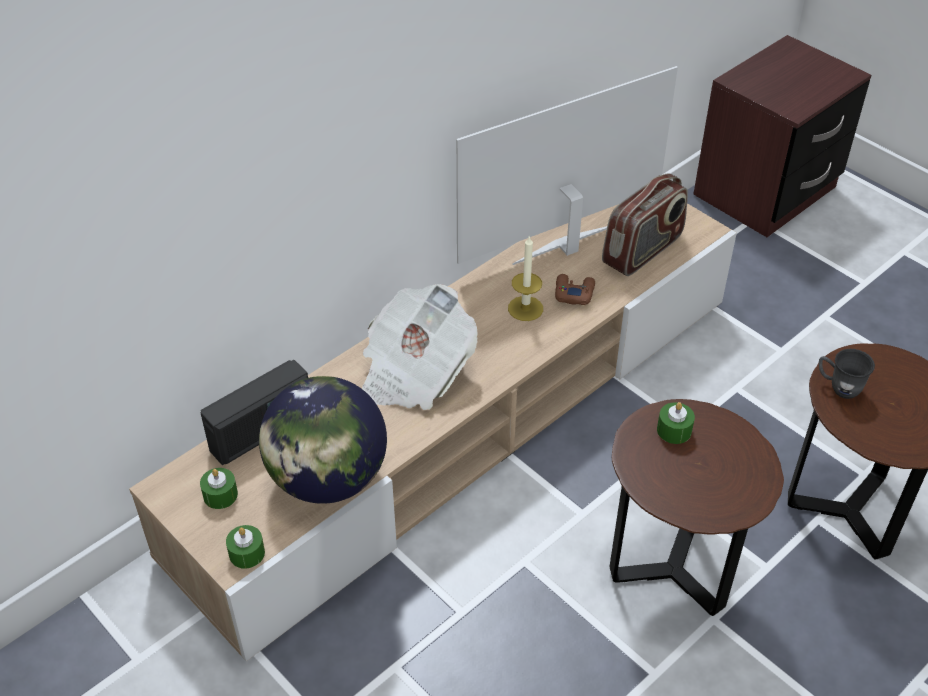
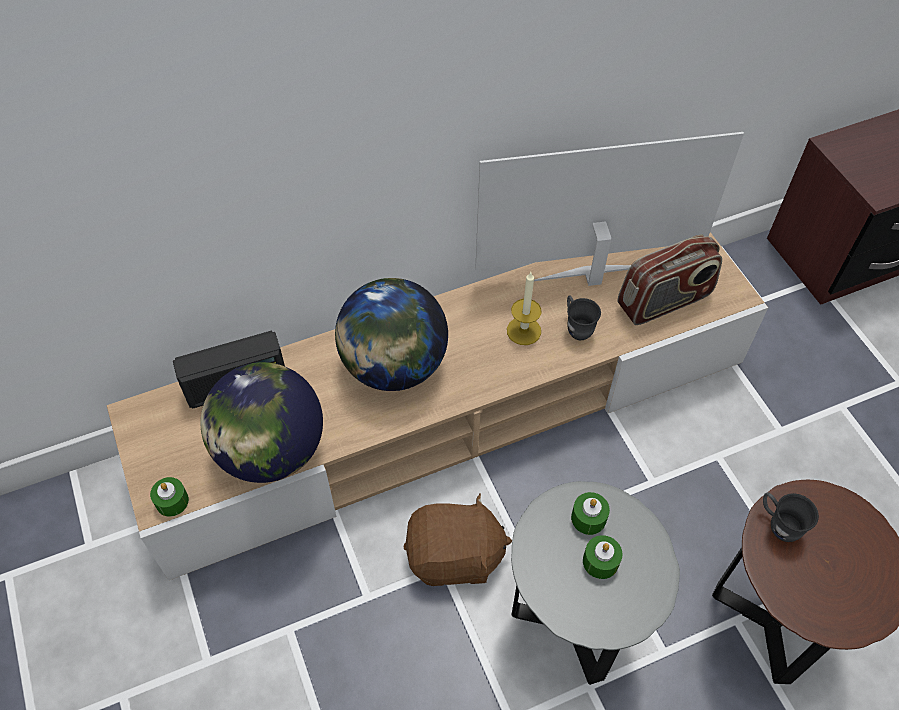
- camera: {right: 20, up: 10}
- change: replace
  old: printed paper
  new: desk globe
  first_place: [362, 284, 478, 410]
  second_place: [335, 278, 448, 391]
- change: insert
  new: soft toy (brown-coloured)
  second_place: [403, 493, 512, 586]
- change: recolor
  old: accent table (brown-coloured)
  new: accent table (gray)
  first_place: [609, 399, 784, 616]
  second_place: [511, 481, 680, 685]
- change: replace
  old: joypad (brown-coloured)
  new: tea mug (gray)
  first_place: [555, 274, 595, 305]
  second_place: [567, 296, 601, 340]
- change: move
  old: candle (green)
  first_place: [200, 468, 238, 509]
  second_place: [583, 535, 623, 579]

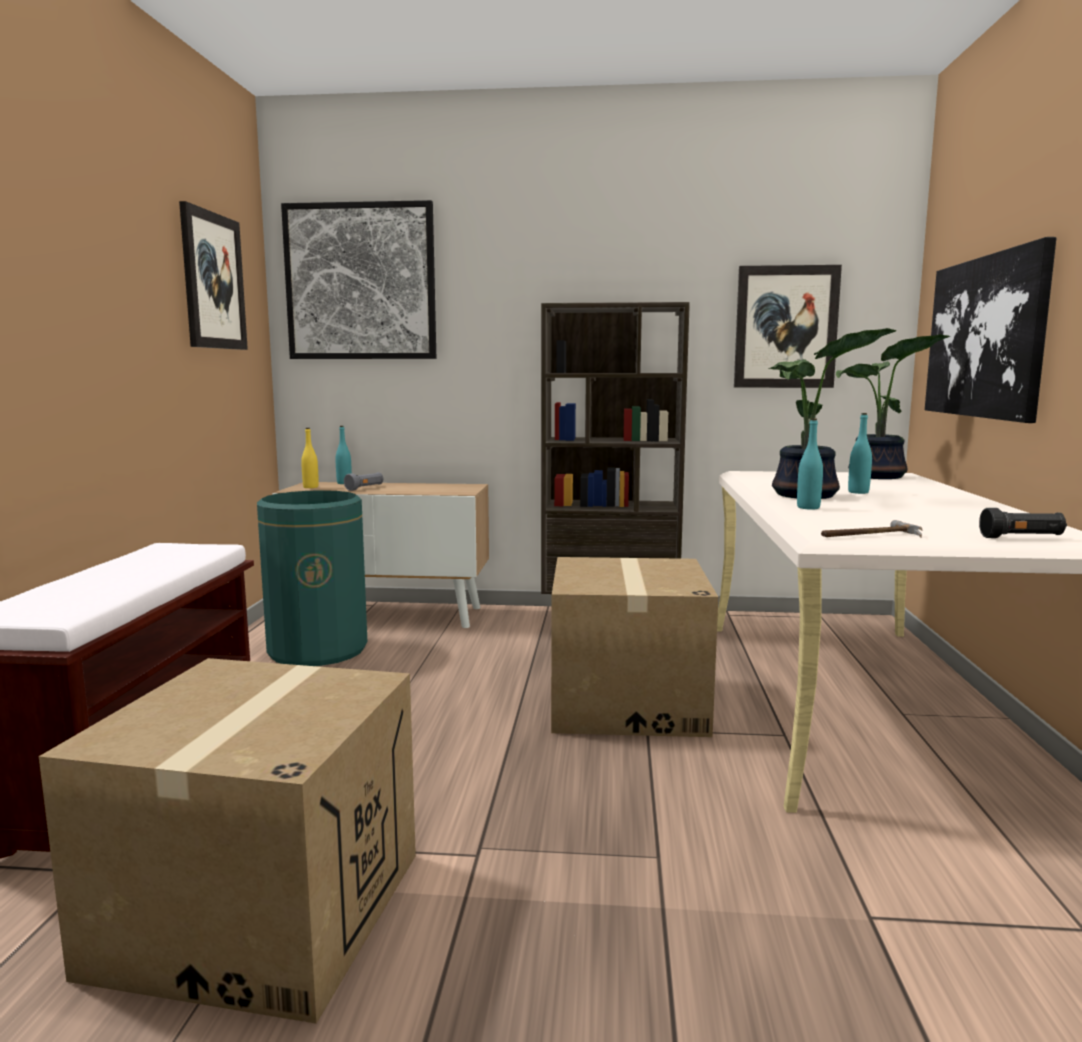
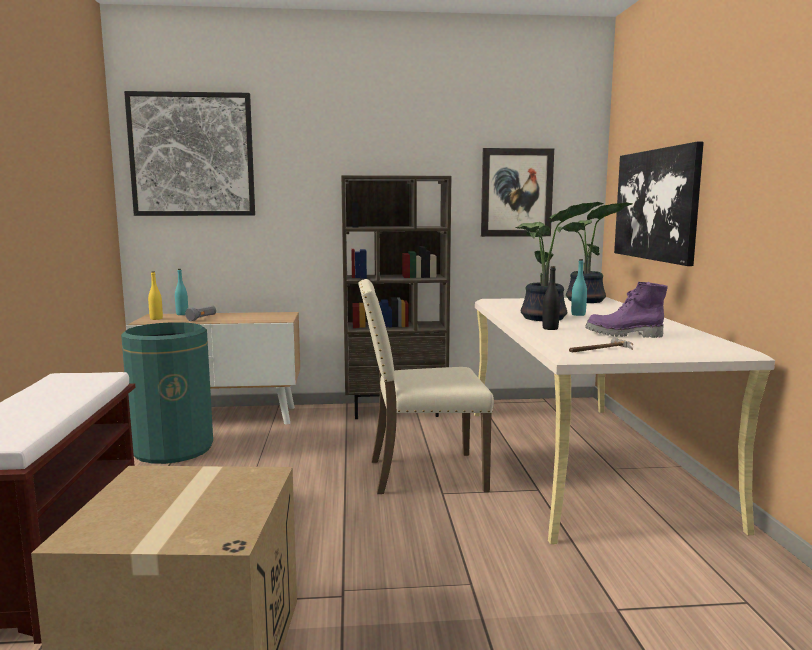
- camera: {right: -10, up: 0}
- change: replace
  old: cardboard box
  new: upright chair (sand-coloured)
  first_place: [551, 557, 718, 737]
  second_place: [358, 279, 494, 494]
- change: recolor
  old: bottle (blue-green)
  new: bottle (blackish)
  first_place: [797, 418, 823, 509]
  second_place: [542, 266, 560, 330]
- change: insert
  new: high-top boot (purple-coloured)
  second_place: [585, 281, 668, 338]
- change: delete
  old: wall picture
  first_place: [179, 201, 248, 350]
- change: delete
  old: flashlight (blackish)
  first_place: [979, 508, 1067, 538]

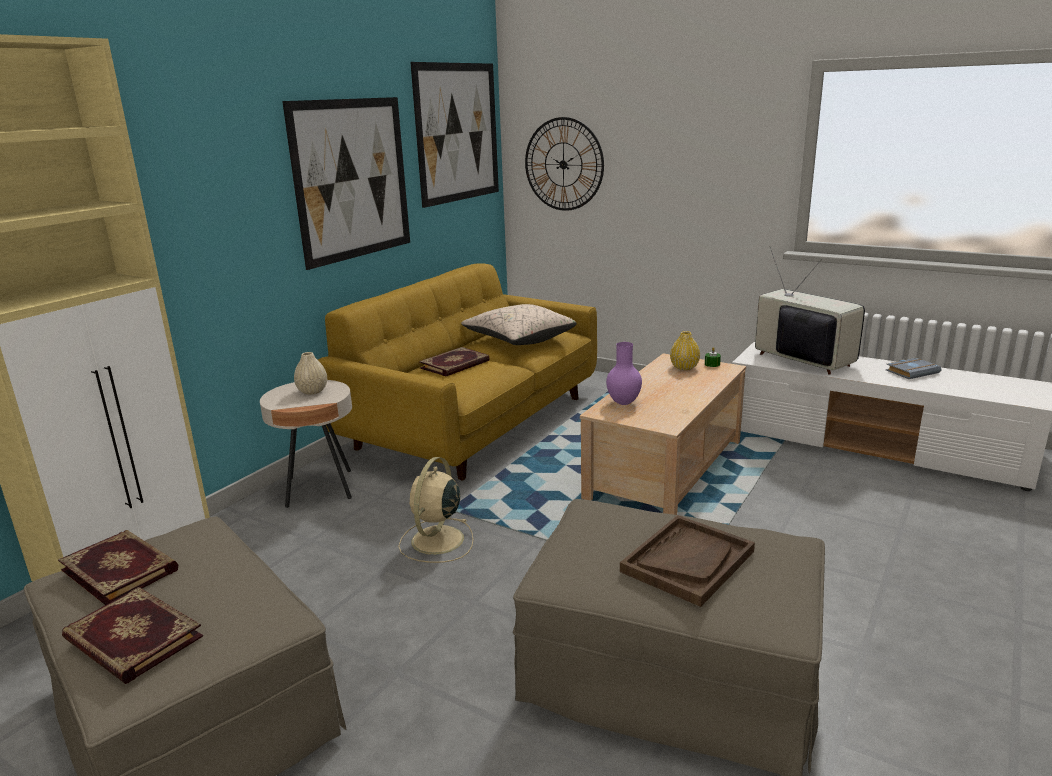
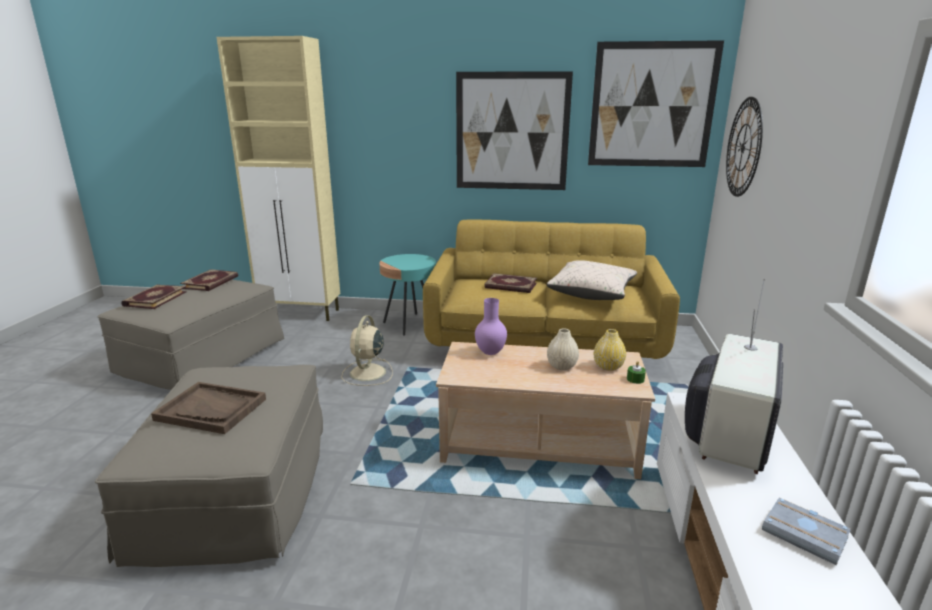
- camera: {right: 65, up: 0}
- change: rotate
  old: fan (sand-coloured)
  first_place: [398, 457, 473, 563]
  second_place: [341, 315, 393, 386]
  degrees: -75
- change: recolor
  old: accent table (sand-coloured)
  new: accent table (blue-green)
  first_place: [260, 380, 352, 508]
  second_place: [379, 254, 436, 336]
- change: move
  old: decorative vase (sand-coloured)
  first_place: [294, 352, 327, 395]
  second_place: [547, 328, 579, 370]

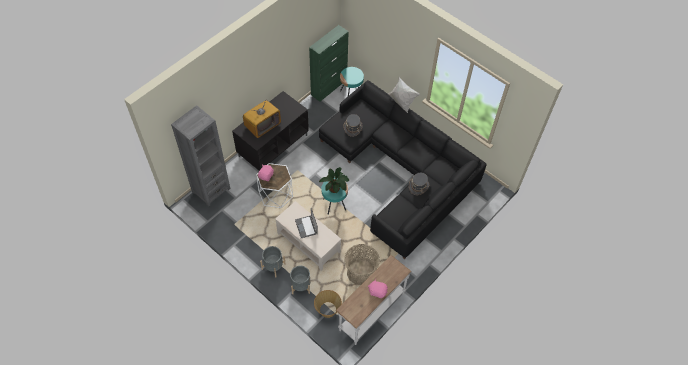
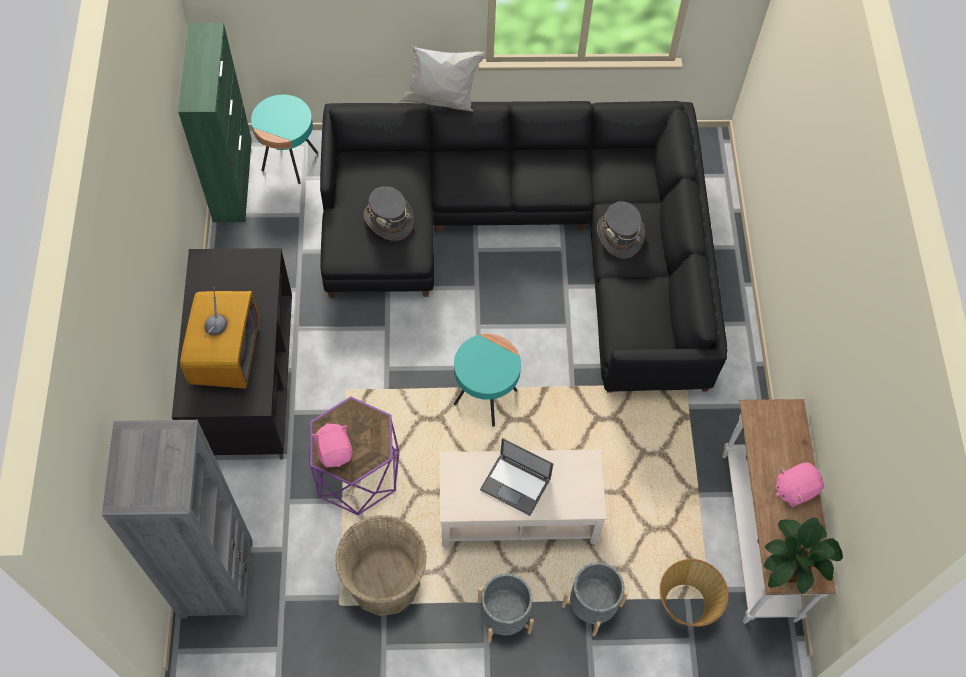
- camera: {right: -45, up: 5}
- change: recolor
  old: accent table (whitish)
  new: accent table (purple-coloured)
  first_place: [256, 163, 293, 208]
  second_place: [309, 396, 399, 515]
- change: move
  old: basket
  first_place: [344, 244, 380, 285]
  second_place: [335, 515, 427, 616]
- change: move
  old: houseplant
  first_place: [319, 167, 349, 193]
  second_place: [764, 517, 843, 594]

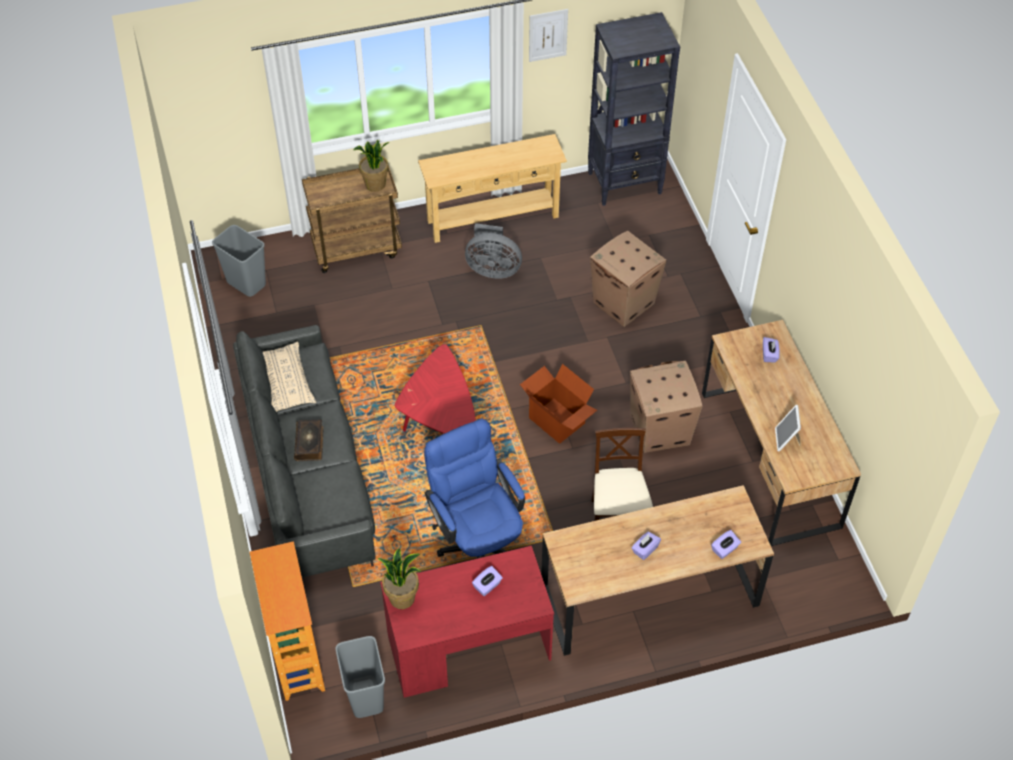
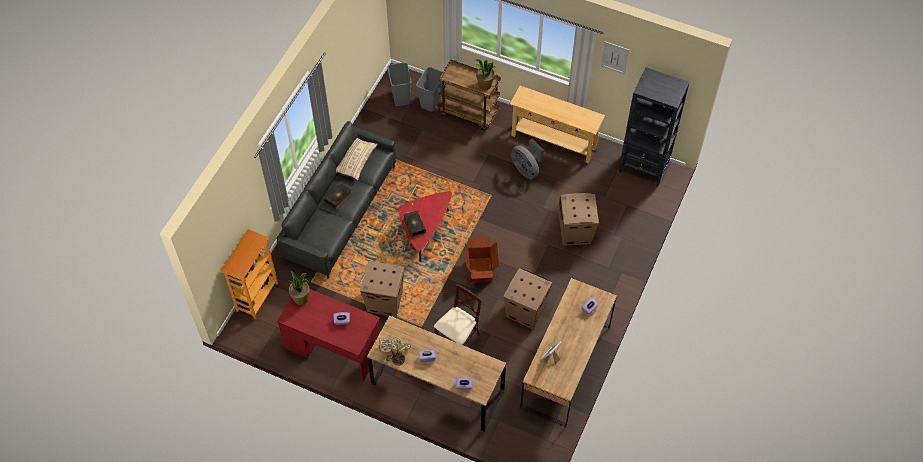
- camera: {right: 40, up: 5}
- change: replace
  old: desk chair (blue)
  new: cardboard box
  first_place: [424, 418, 525, 559]
  second_place: [360, 261, 404, 317]
- change: insert
  new: houseplant
  second_place: [379, 337, 411, 366]
- change: insert
  new: book
  second_place: [404, 211, 426, 237]
- change: move
  old: trash can (gray)
  first_place: [336, 636, 385, 718]
  second_place: [416, 67, 443, 112]

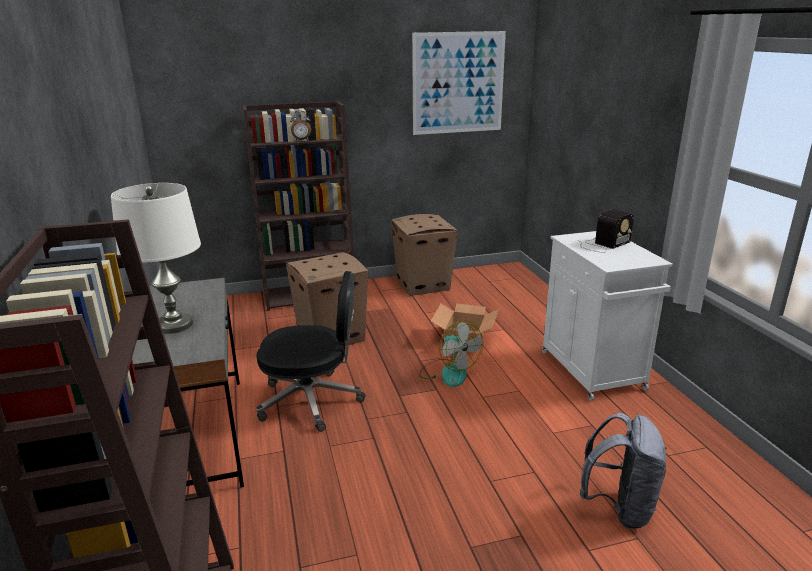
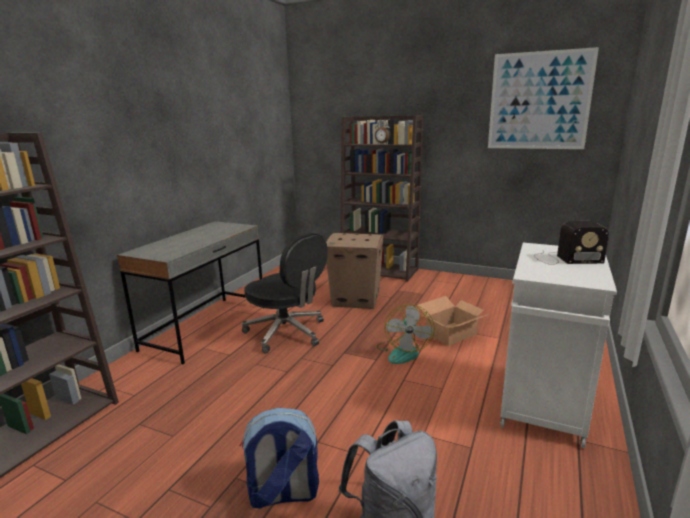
- camera: {right: 40, up: -5}
- change: insert
  new: backpack
  second_place: [240, 408, 319, 509]
- change: delete
  old: table lamp (whitish)
  first_place: [111, 183, 201, 334]
- change: delete
  old: cardboard box
  first_place: [391, 214, 458, 296]

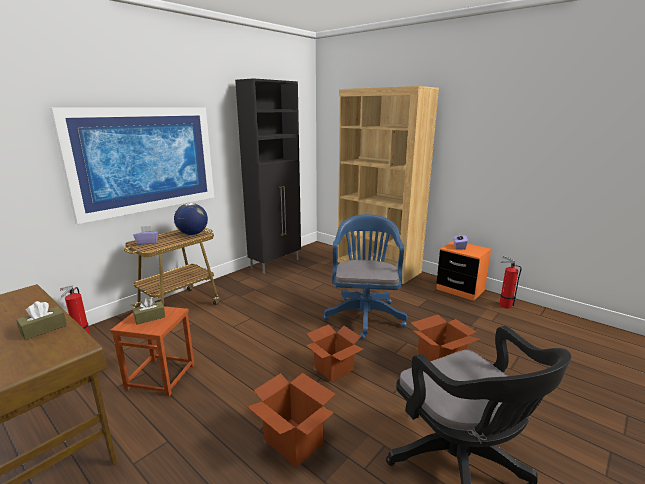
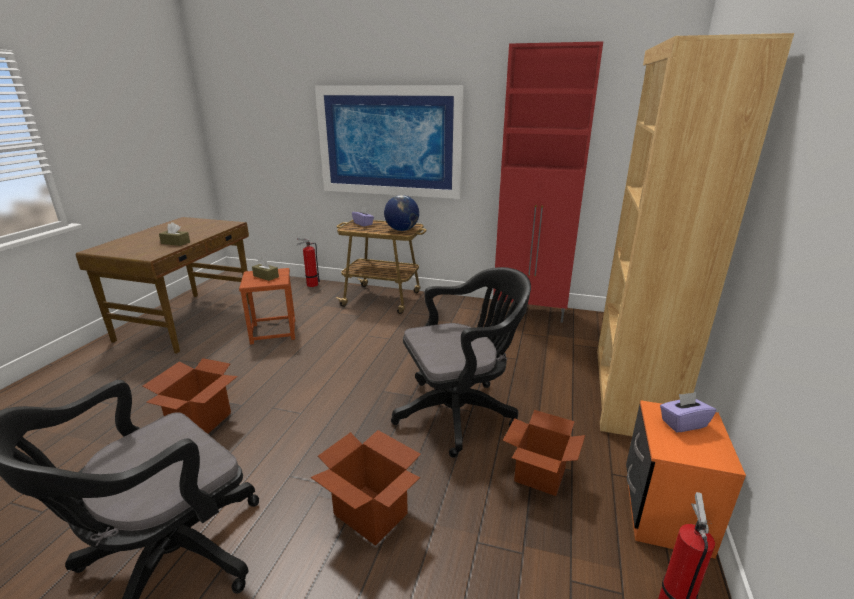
- camera: {right: 65, up: 5}
- change: recolor
  old: desk chair (blue)
  new: desk chair (blackish)
  first_place: [323, 214, 407, 340]
  second_place: [391, 267, 531, 458]
- change: recolor
  old: cupboard (blackish)
  new: cupboard (red)
  first_place: [235, 78, 301, 274]
  second_place: [493, 41, 603, 323]
- change: move
  old: cardboard box
  first_place: [306, 324, 363, 382]
  second_place: [503, 410, 585, 496]

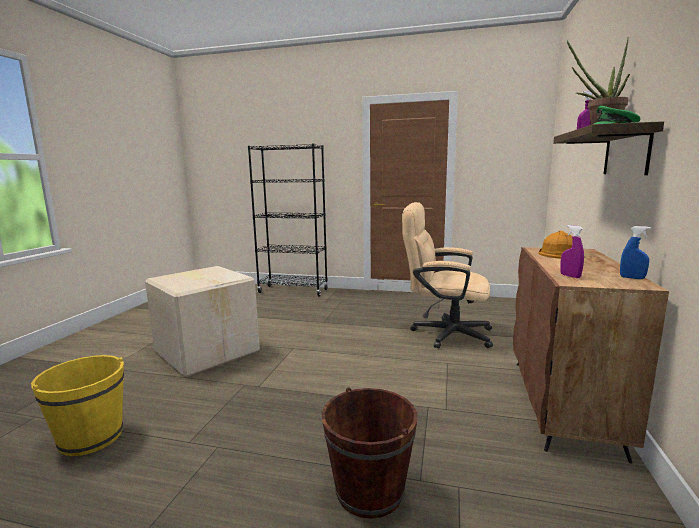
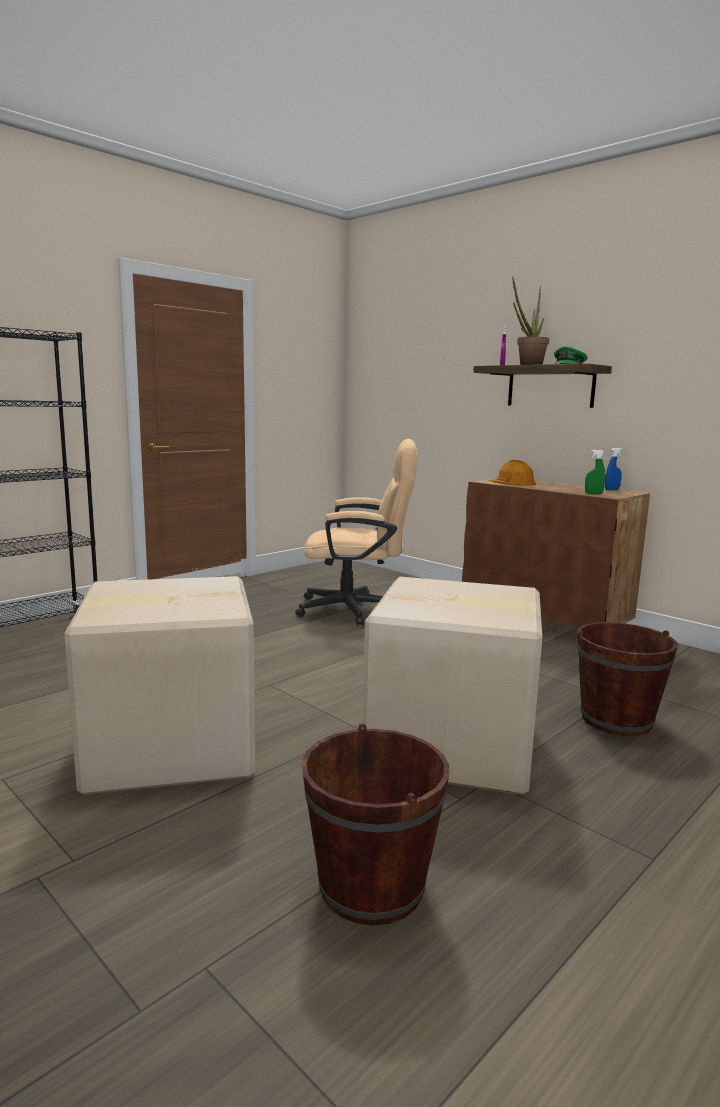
- camera: {right: -60, up: 0}
- change: rotate
  old: desk chair (sand-coloured)
  first_place: [402, 202, 493, 349]
  second_place: [295, 439, 417, 625]
  degrees: -135
- change: recolor
  old: bucket (yellow-coloured)
  new: bucket (brown-coloured)
  first_place: [31, 355, 124, 456]
  second_place: [301, 723, 449, 926]
- change: insert
  new: cardboard box
  second_place: [362, 577, 542, 795]
- change: recolor
  old: spray bottle (purple-coloured)
  new: spray bottle (green)
  first_place: [560, 225, 584, 278]
  second_place: [585, 449, 605, 494]

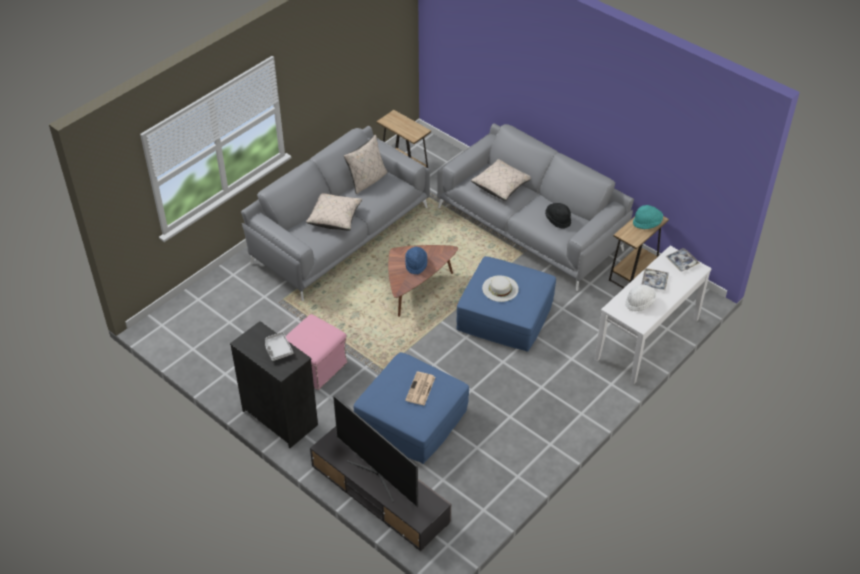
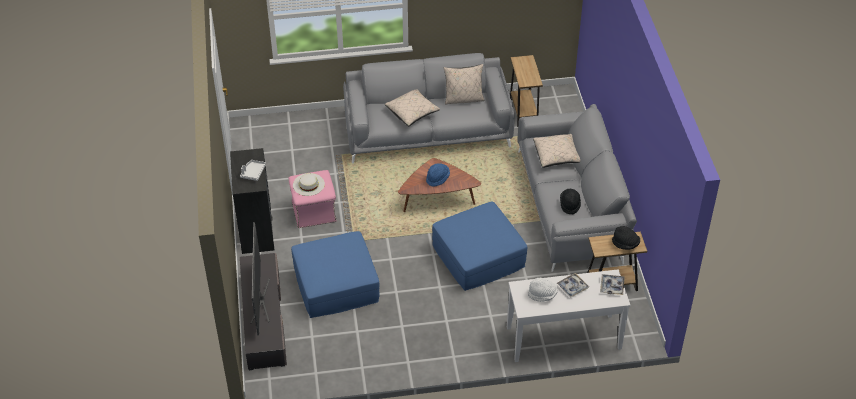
- camera: {right: 40, up: 0}
- change: move
  old: hat (whitish)
  first_place: [482, 276, 519, 302]
  second_place: [293, 173, 325, 196]
- change: recolor
  old: hat (blue-green)
  new: hat (blackish)
  first_place: [633, 205, 663, 229]
  second_place: [612, 226, 640, 250]
- change: delete
  old: printed paper
  first_place: [405, 372, 435, 406]

